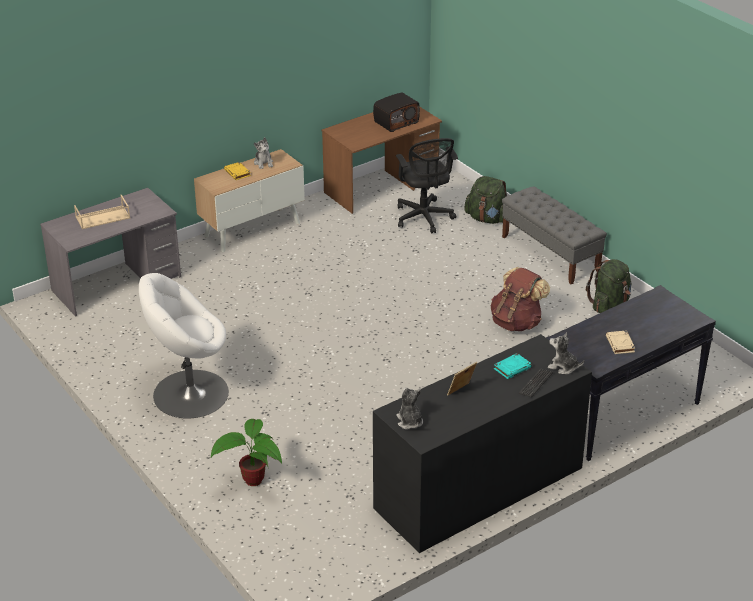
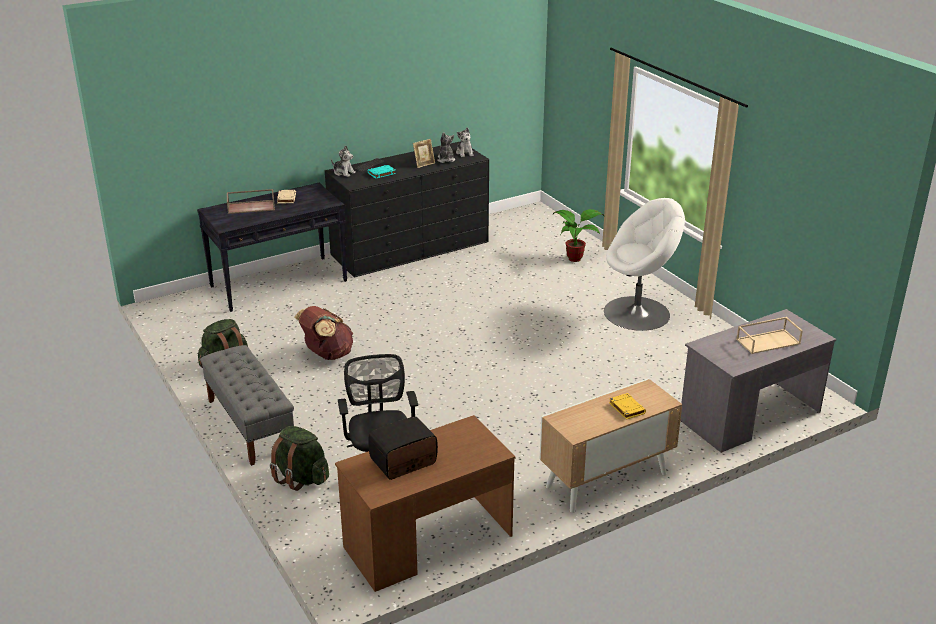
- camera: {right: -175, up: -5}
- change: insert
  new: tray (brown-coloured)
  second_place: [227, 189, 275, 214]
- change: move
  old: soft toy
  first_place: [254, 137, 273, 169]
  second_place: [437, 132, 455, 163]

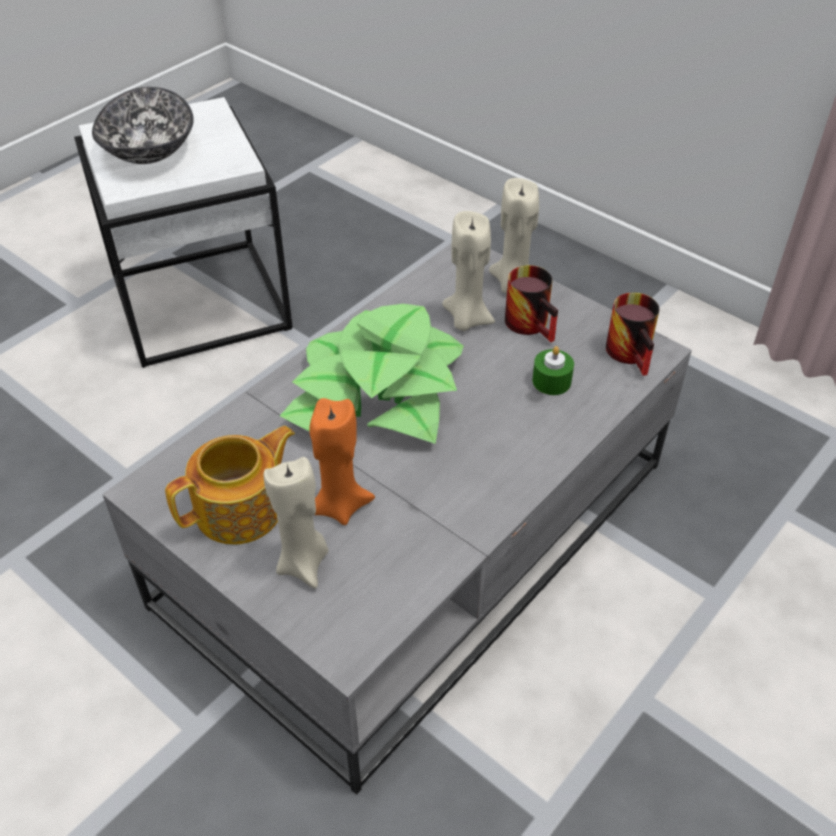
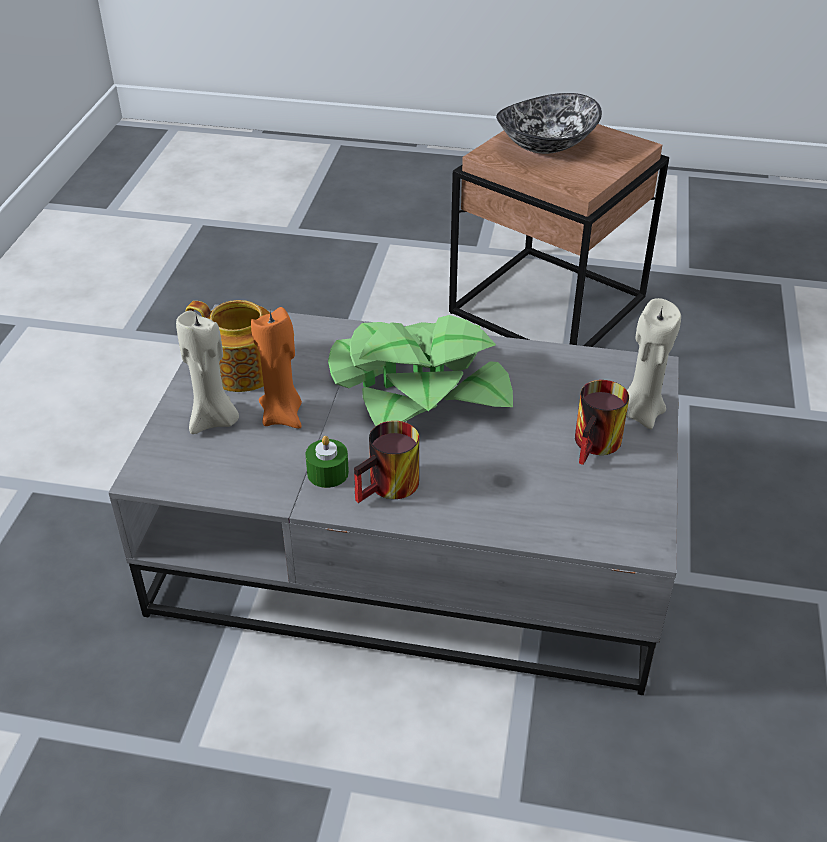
- camera: {right: 60, up: -5}
- change: move
  old: candle (green)
  first_place: [532, 346, 574, 395]
  second_place: [305, 436, 349, 488]
- change: move
  old: tea mug
  first_place: [606, 293, 659, 376]
  second_place: [354, 421, 419, 503]
- change: recolor
  old: accent table (whitish)
  new: accent table (brown-coloured)
  first_place: [74, 97, 293, 368]
  second_place: [449, 124, 669, 347]
- change: delete
  old: candle (sand-coloured)
  first_place: [442, 211, 495, 331]

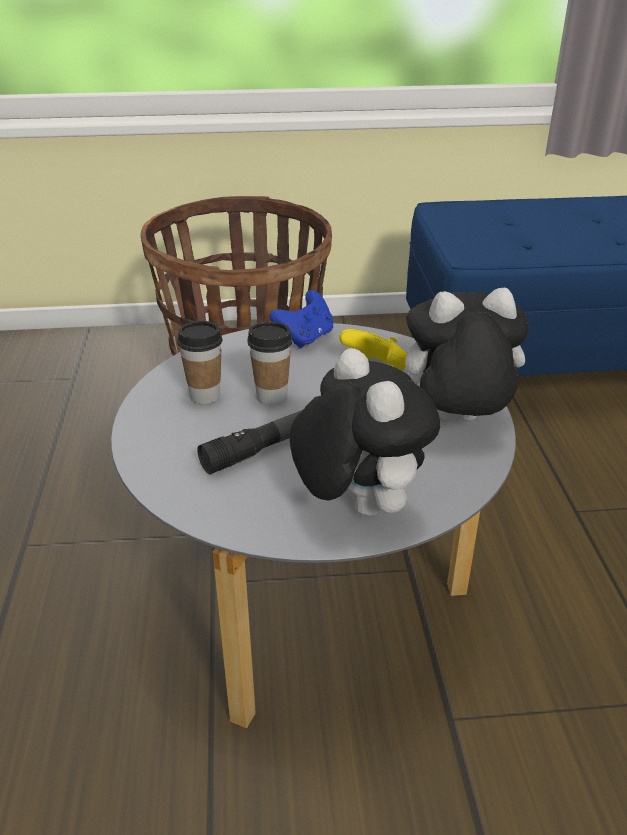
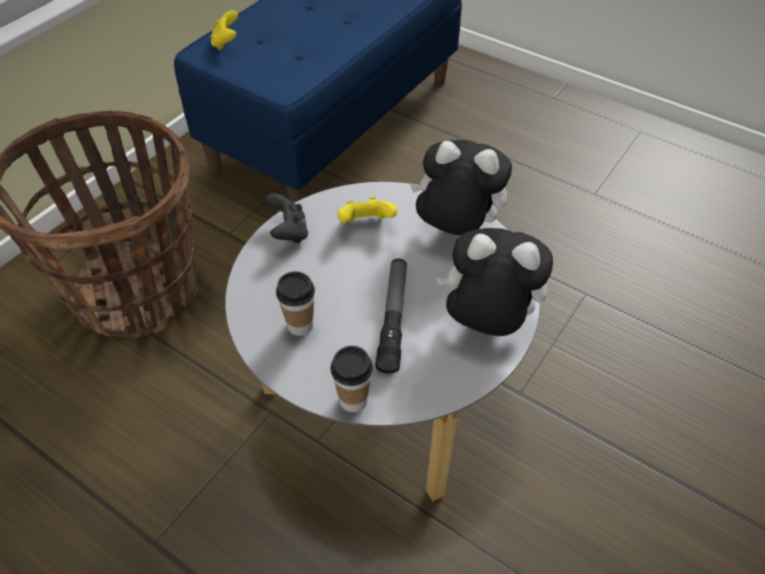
- camera: {right: -50, up: 15}
- change: insert
  new: joypad (yellow-coloured)
  second_place: [211, 10, 238, 50]
- change: recolor
  old: joypad (blue)
  new: joypad (blackish)
  first_place: [269, 290, 334, 349]
  second_place: [265, 193, 308, 244]
- change: move
  old: drinking cup
  first_place: [247, 322, 292, 405]
  second_place: [331, 346, 373, 412]
- change: rotate
  old: soft toy
  first_place: [405, 287, 529, 422]
  second_place: [410, 140, 512, 236]
  degrees: 75

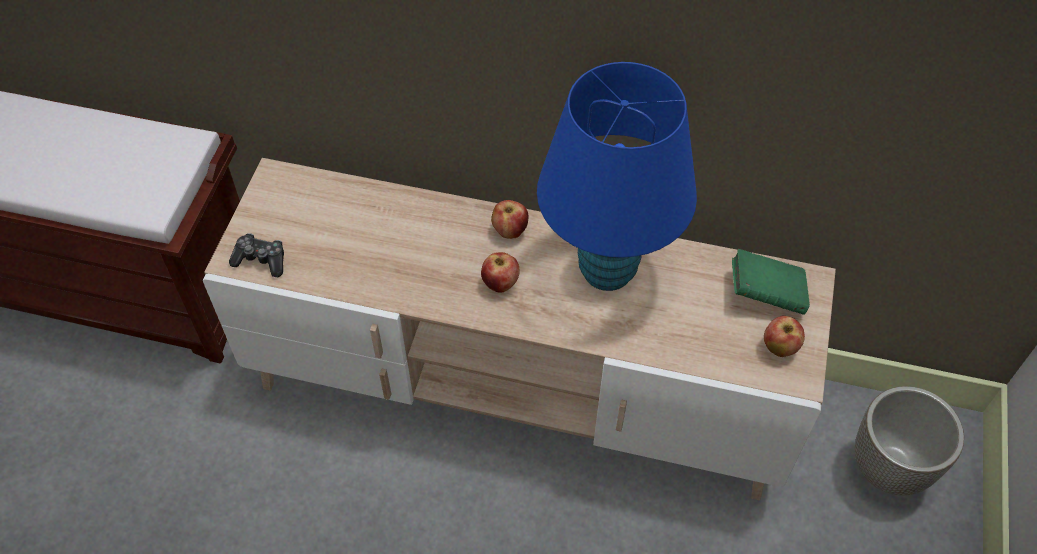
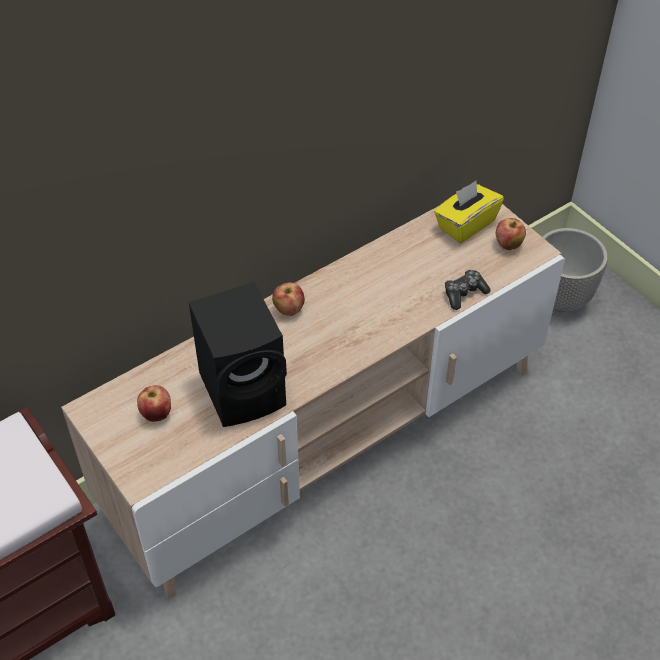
- camera: {right: -50, up: -5}
- change: move
  old: apple
  first_place: [481, 252, 520, 293]
  second_place: [137, 385, 171, 422]
- change: insert
  new: loudspeaker (blackish)
  second_place: [189, 282, 287, 427]
- change: replace
  old: book (green)
  new: box of tissues (yellow-coloured)
  first_place: [732, 249, 810, 315]
  second_place: [434, 181, 504, 243]
- change: move
  old: joypad
  first_place: [229, 233, 284, 277]
  second_place: [445, 270, 490, 310]
- change: delete
  old: table lamp (blue)
  first_place: [537, 62, 697, 291]

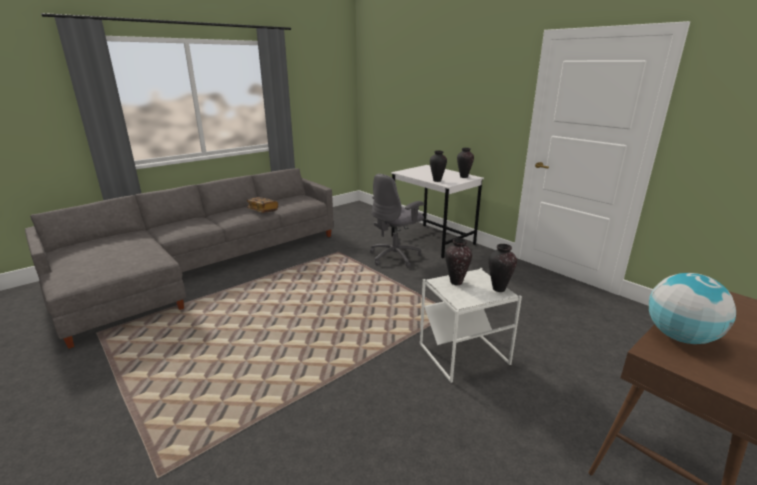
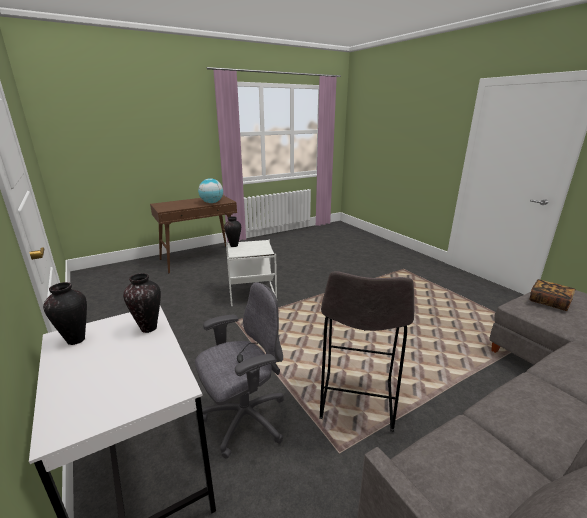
- camera: {right: -170, up: 0}
- change: insert
  new: sitting stool (gray)
  second_place: [319, 271, 414, 432]
- change: move
  old: book
  first_place: [247, 197, 278, 213]
  second_place: [529, 279, 576, 311]
- change: delete
  old: decorative vase
  first_place: [445, 238, 472, 285]

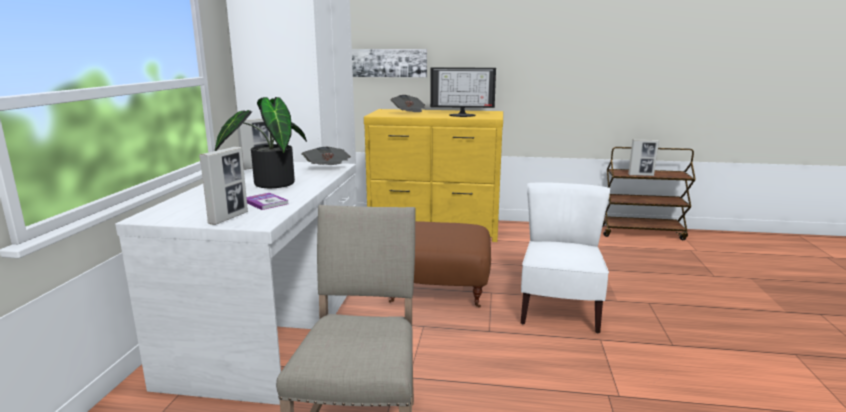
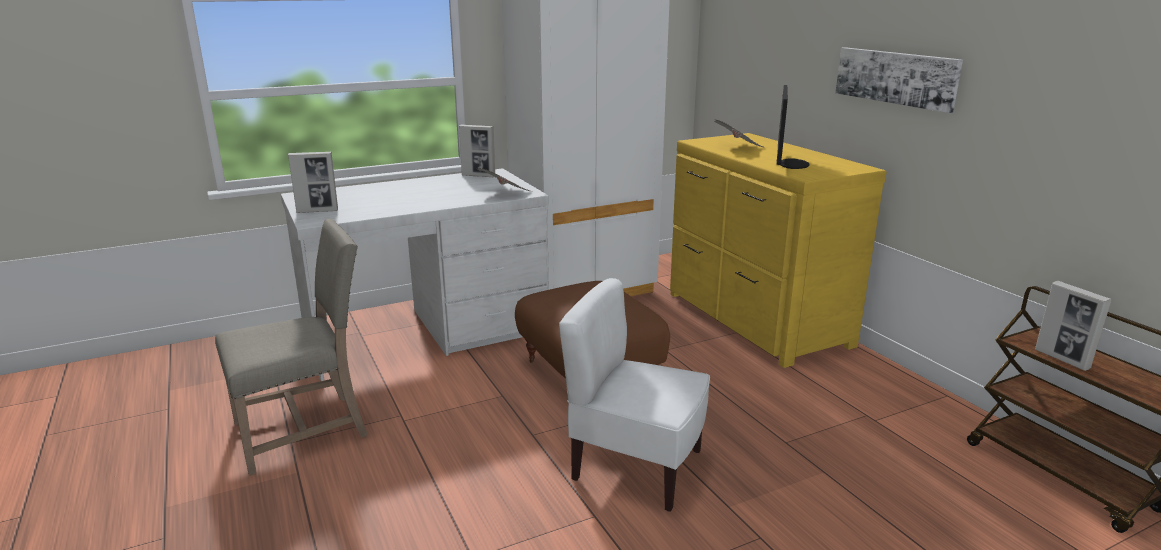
- camera: {right: 55, up: 5}
- change: rotate
  old: upright chair (whitish)
  first_place: [521, 182, 610, 333]
  second_place: [559, 278, 710, 512]
  degrees: -135
- change: rotate
  old: computer display
  first_place: [430, 68, 496, 117]
  second_place: [776, 85, 810, 169]
  degrees: -135
- change: move
  old: wall picture
  first_place: [352, 49, 427, 77]
  second_place: [835, 47, 963, 113]
- change: delete
  old: houseplant
  first_place: [215, 97, 307, 188]
- change: delete
  old: book
  first_place: [247, 193, 288, 210]

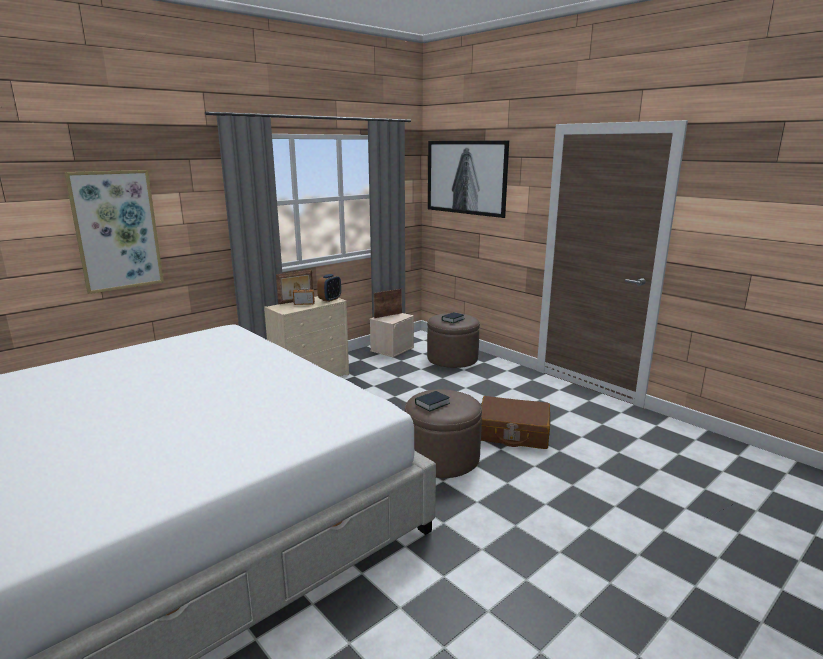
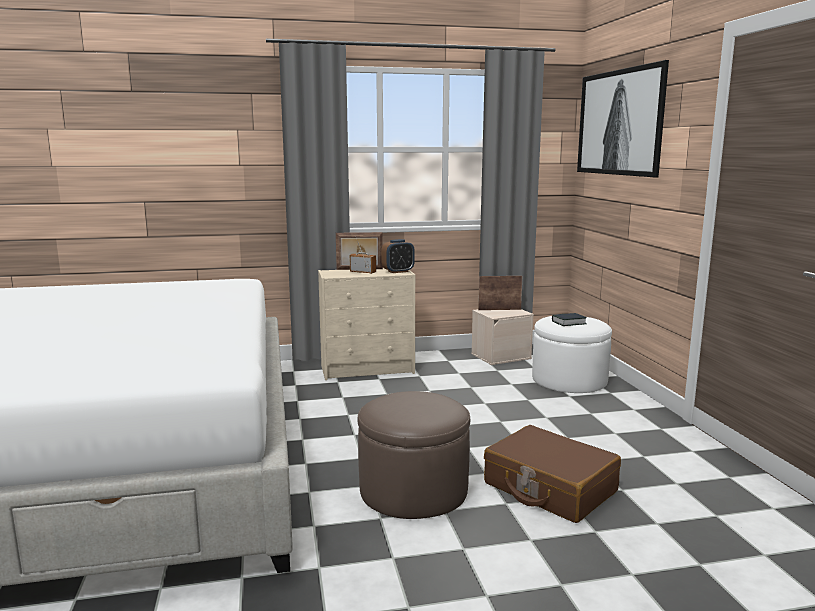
- camera: {right: 30, up: -5}
- change: recolor
  old: ottoman (brown-coloured)
  new: ottoman (whitish)
  first_place: [427, 313, 480, 368]
  second_place: [532, 316, 612, 393]
- change: delete
  old: wall picture
  first_place: [64, 170, 164, 294]
- change: delete
  old: book
  first_place: [415, 391, 450, 411]

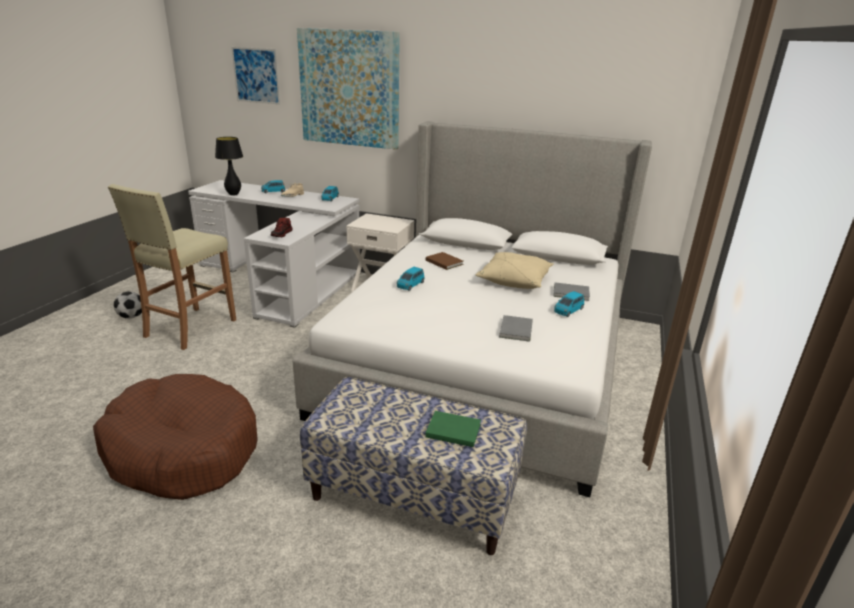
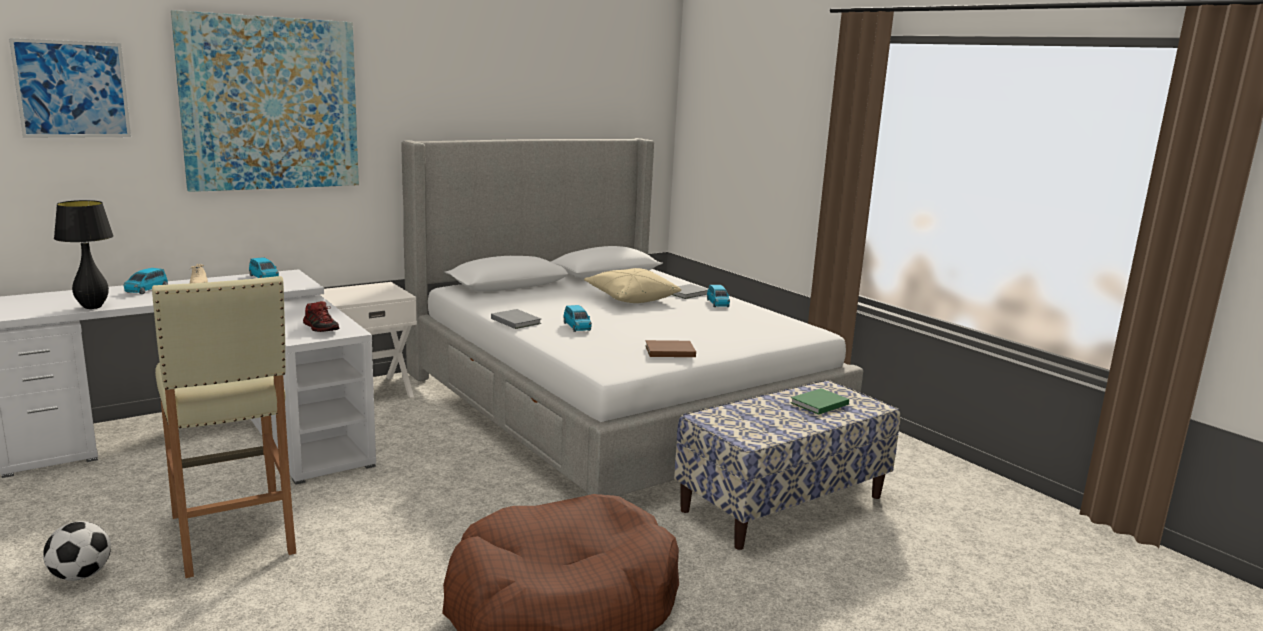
- camera: {right: -55, up: -10}
- change: move
  old: book (gray)
  first_place: [499, 315, 533, 342]
  second_place: [491, 309, 541, 329]
- change: move
  old: book (brown-coloured)
  first_place: [426, 252, 464, 270]
  second_place: [645, 340, 696, 357]

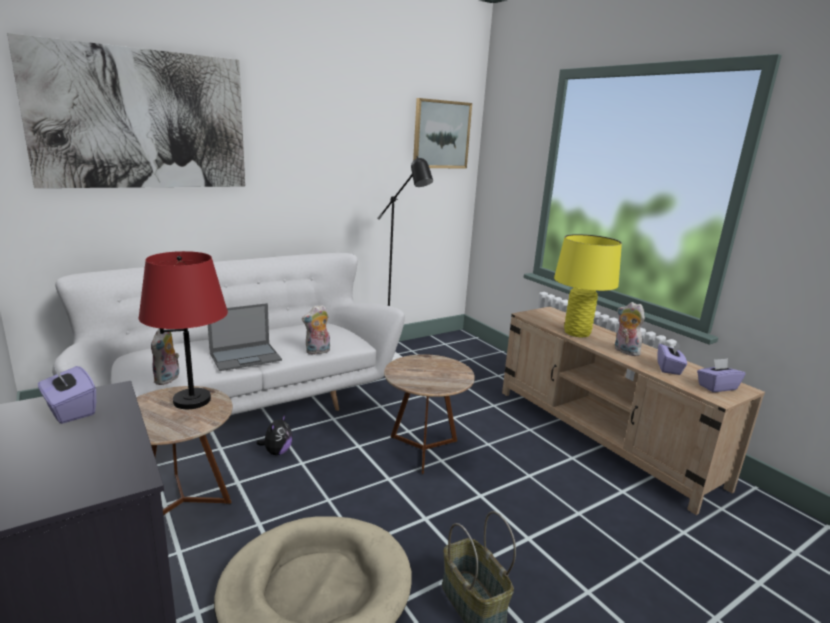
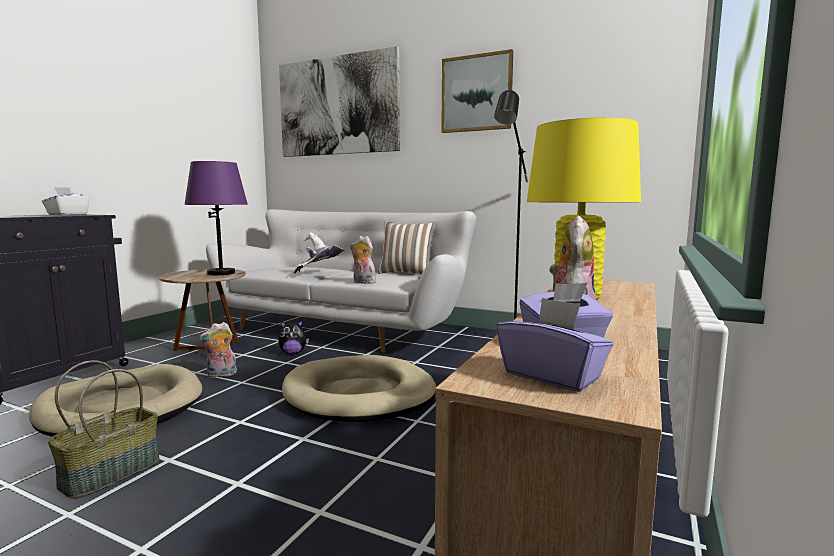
- camera: {right: 60, up: -10}
- change: recolor
  old: box of tissues (purple-coloured)
  new: box of tissues (whitish)
  first_place: [38, 364, 96, 424]
  second_place: [42, 187, 90, 215]
- change: recolor
  old: table lamp (red)
  new: table lamp (purple-coloured)
  first_place: [138, 251, 228, 409]
  second_place: [184, 161, 248, 275]
- change: move
  old: soft toy
  first_place: [151, 328, 179, 385]
  second_place: [199, 322, 237, 378]
- change: replace
  old: accent table (brown-coloured)
  new: pet bed (sand-coloured)
  first_place: [384, 354, 475, 475]
  second_place: [282, 355, 437, 422]
- change: replace
  old: portable computer
  new: hat (whitish)
  first_place: [208, 303, 282, 371]
  second_place: [294, 232, 345, 273]
- change: insert
  new: throw pillow
  second_place: [378, 221, 438, 275]
- change: move
  old: wall picture
  first_place: [413, 98, 472, 169]
  second_place: [441, 49, 513, 133]

